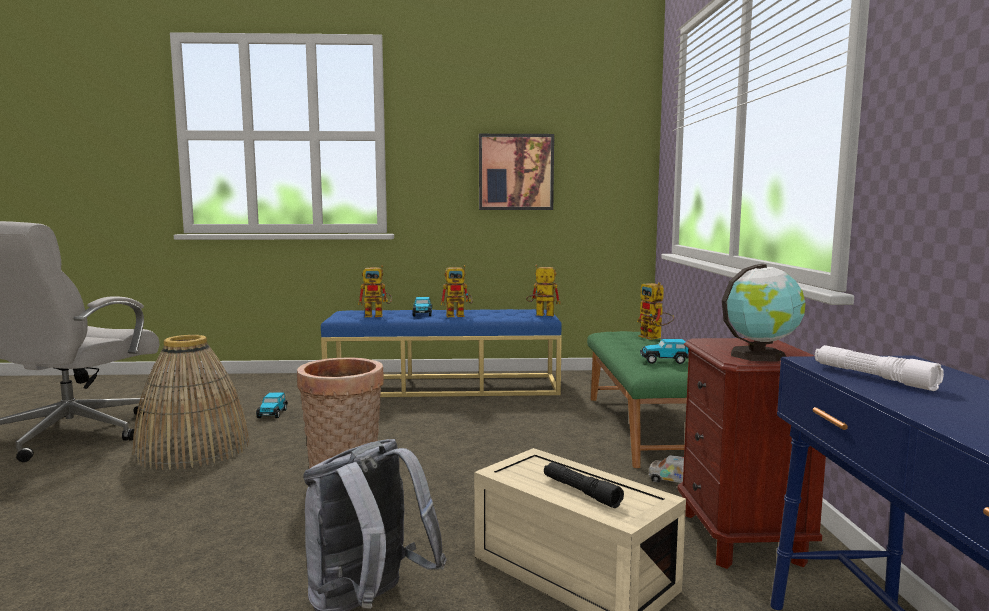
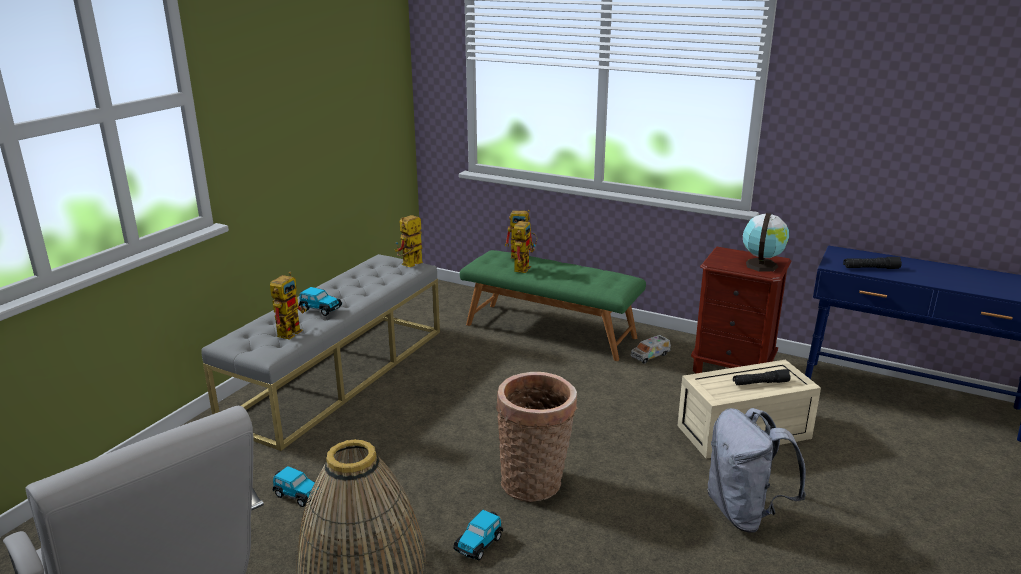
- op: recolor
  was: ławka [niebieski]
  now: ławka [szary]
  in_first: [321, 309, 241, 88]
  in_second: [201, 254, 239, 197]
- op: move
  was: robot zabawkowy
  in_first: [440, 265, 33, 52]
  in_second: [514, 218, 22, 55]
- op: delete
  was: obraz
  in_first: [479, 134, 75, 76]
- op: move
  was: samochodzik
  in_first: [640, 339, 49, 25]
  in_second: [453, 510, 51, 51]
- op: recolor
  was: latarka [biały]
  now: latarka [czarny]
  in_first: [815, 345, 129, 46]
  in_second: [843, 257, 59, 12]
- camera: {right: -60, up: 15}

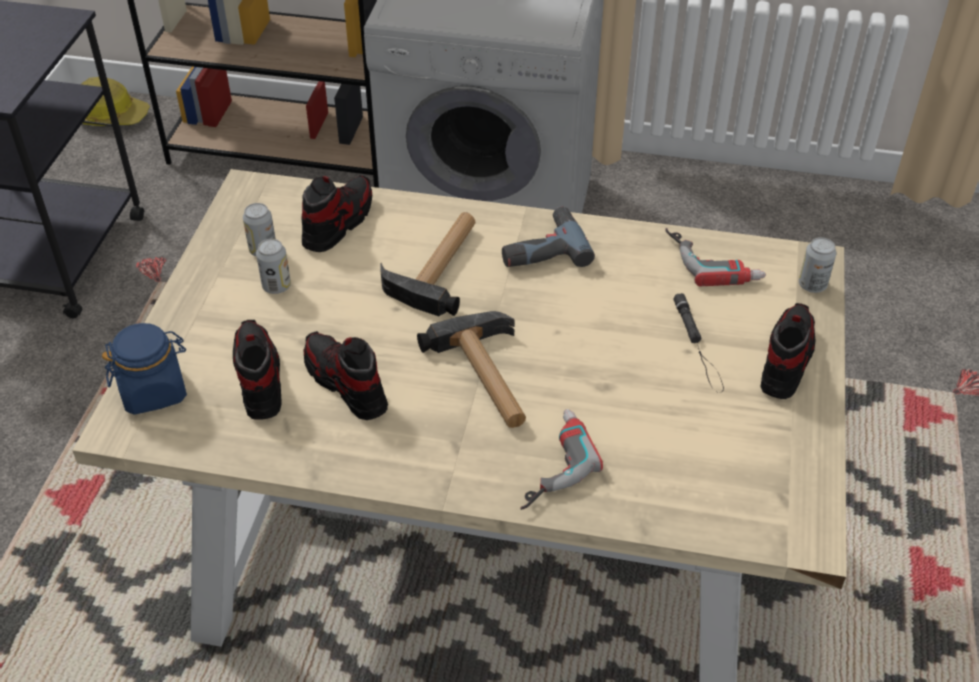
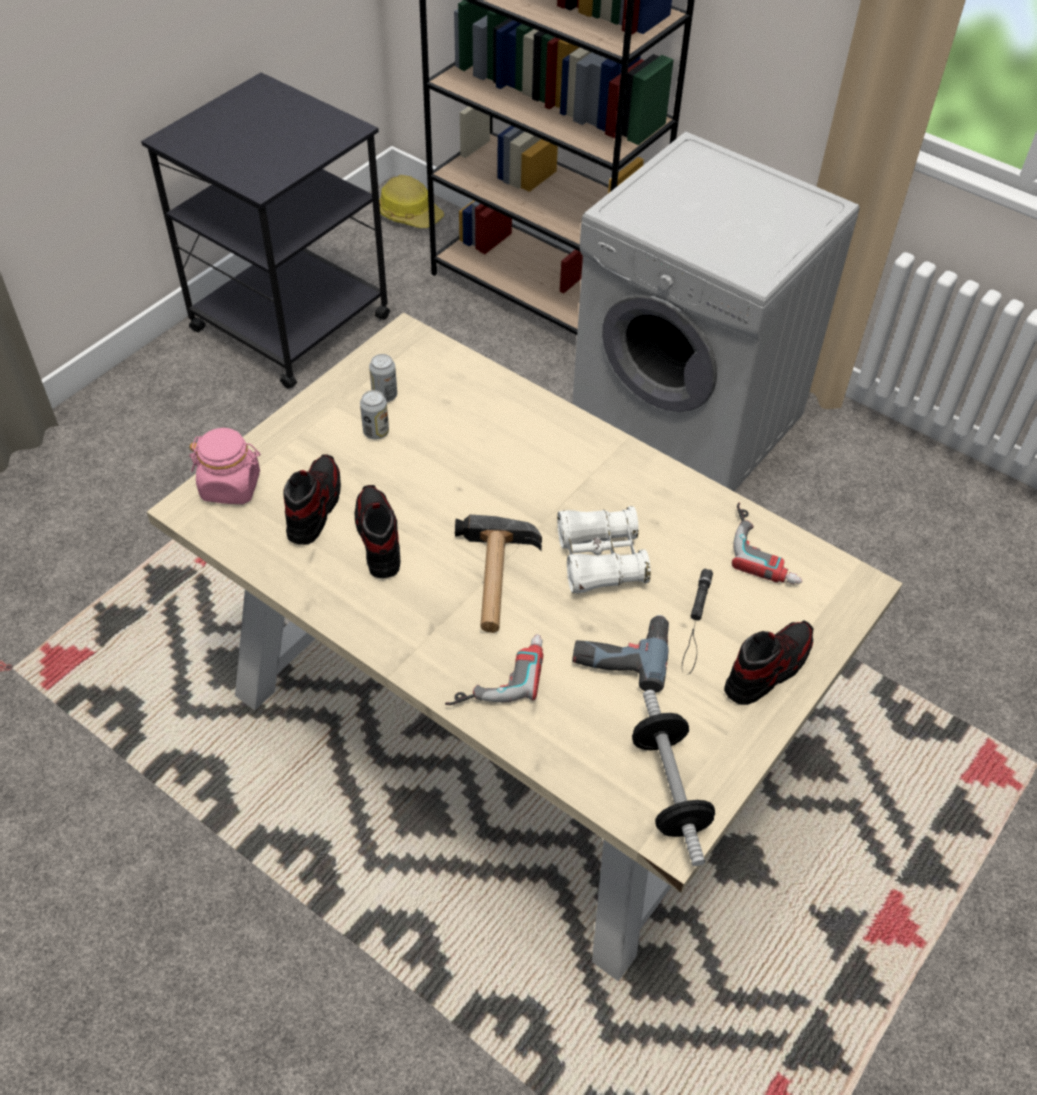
- op: recolor
  was: słoik [niebieski]
  now: słoik [różowy]
  in_first: [102, 323, 85, 92]
  in_second: [189, 428, 71, 76]
- op: delete
  was: but
  in_first: [301, 175, 71, 77]
- op: delete
  was: młotek
  in_first: [380, 212, 95, 104]
- op: move
  was: wiertarka
  in_first: [502, 206, 93, 61]
  in_second: [572, 615, 97, 78]
- op: delete
  was: puszka
  in_first: [799, 237, 37, 56]
- op: insert
  now: lornetka [biały]
  in_second: [557, 506, 94, 88]
- op: insert
  now: hantel
  in_second: [632, 690, 83, 176]
- camera: {right: 25, up: 5}

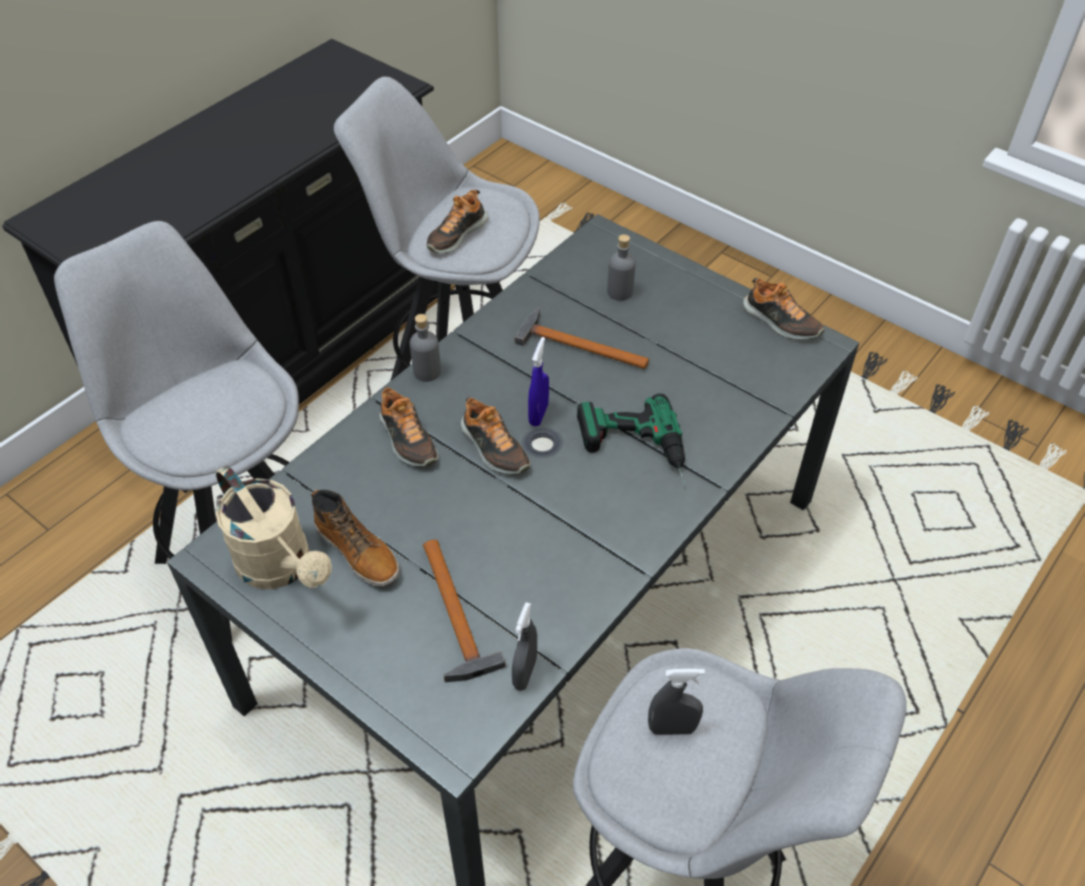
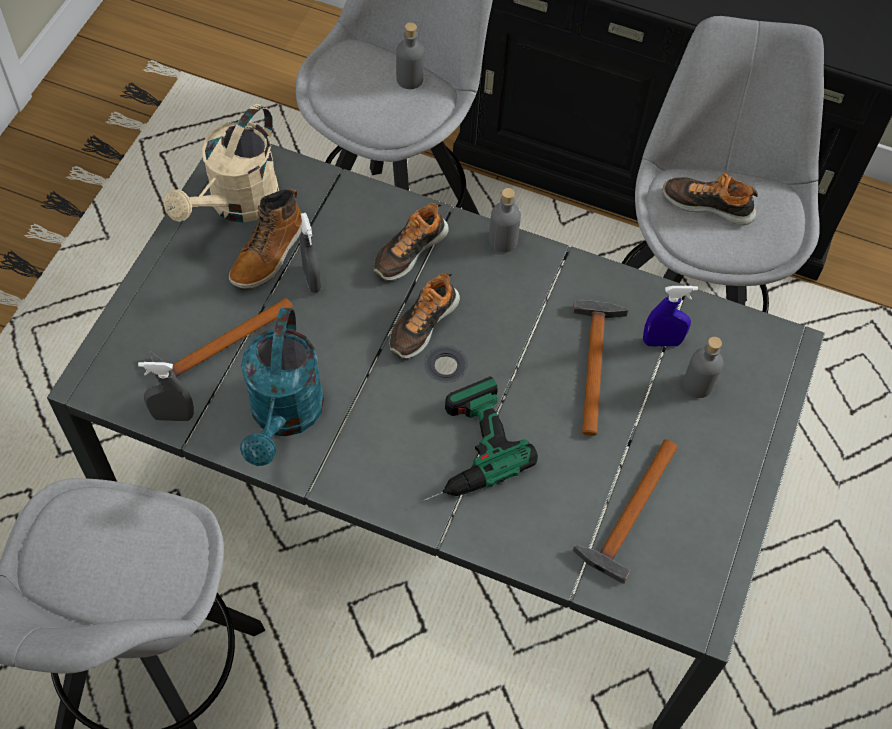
- op: move
  was: spryskiwacz [niebieski]
  in_first: [528, 337, 21, 89]
  in_second: [643, 286, 55, 61]
- op: move
  was: spryskiwacz [szary]
  in_first: [648, 669, 57, 66]
  in_second: [300, 213, 21, 80]
- op: delete
  was: but
  in_first: [743, 278, 82, 62]
- op: insert
  now: konewka [turkusowy]
  in_second: [240, 307, 84, 159]
- op: insert
  now: butelka [szary]
  in_second: [396, 22, 28, 67]
- op: insert
  now: młotek
  in_second: [573, 440, 105, 144]
- camera: {right: 70, up: 10}

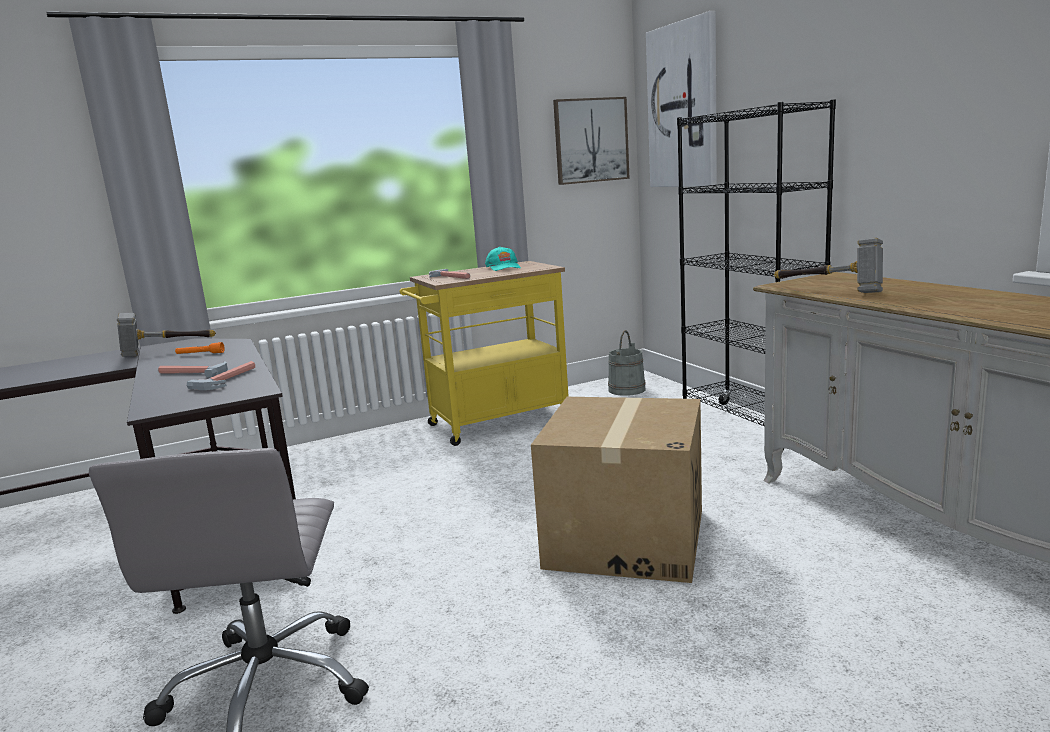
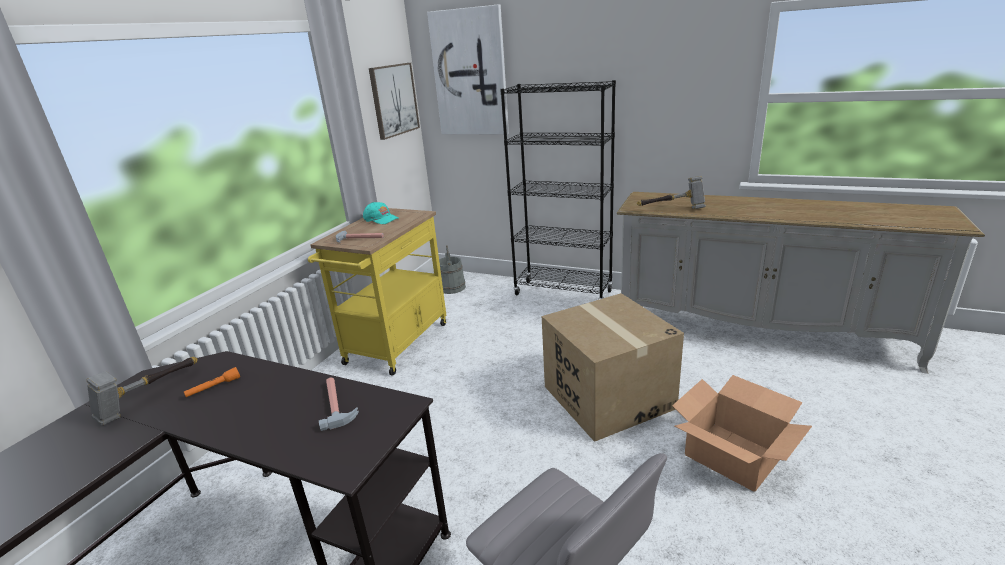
- op: delete
  was: młotek
  in_first: [158, 361, 70, 16]
- op: insert
  now: karton
  in_second: [672, 375, 140, 117]
- camera: {right: -40, up: 10}

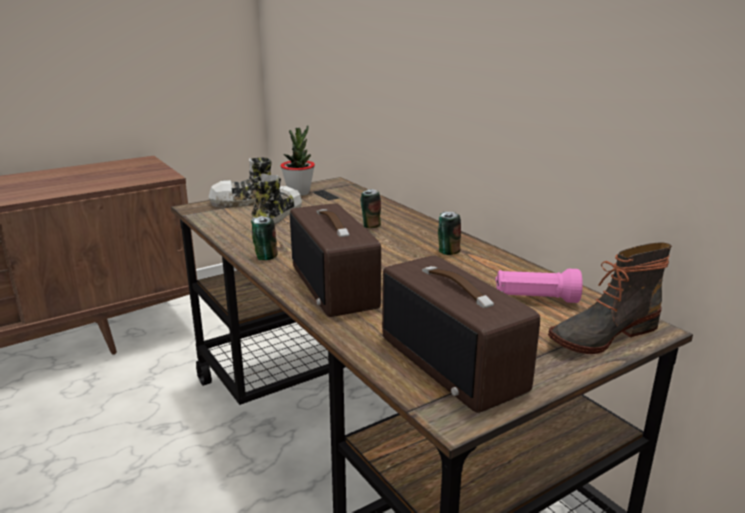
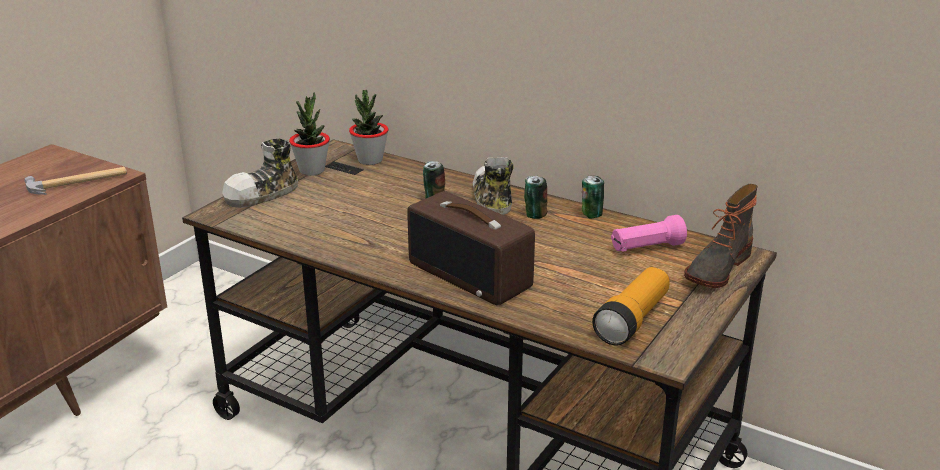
- op: move
  was: puszka
  in_first: [251, 216, 27, 44]
  in_second: [582, 176, 22, 42]
- op: move
  was: but
  in_first: [252, 174, 50, 50]
  in_second: [473, 157, 40, 58]
- op: replace
  was: radio
  now: latarka
  in_first: [382, 255, 158, 158]
  in_second: [592, 267, 78, 79]
- op: insert
  now: młotek
  in_second: [25, 167, 102, 28]
- op: insert
  now: roślina doniczkowa
  in_second: [349, 90, 39, 75]
- camera: {right: -25, up: 5}

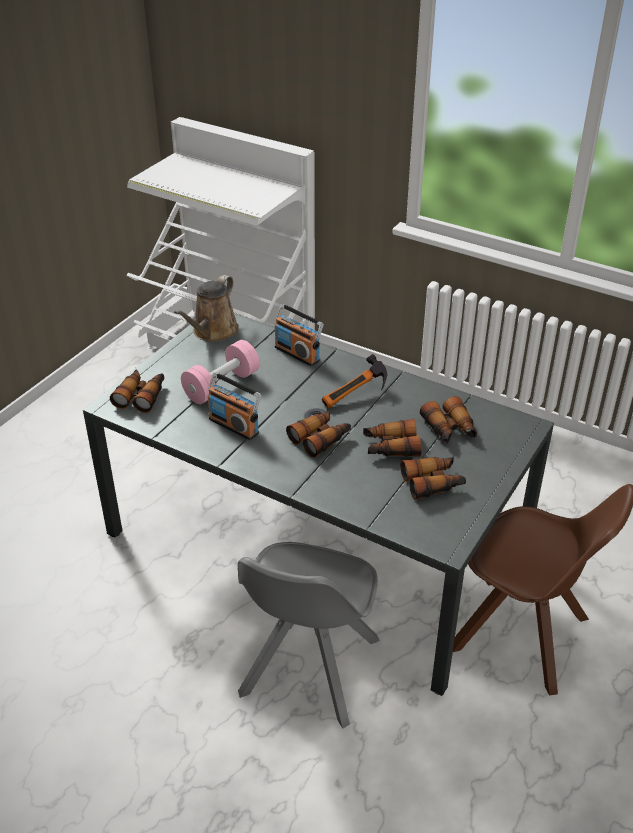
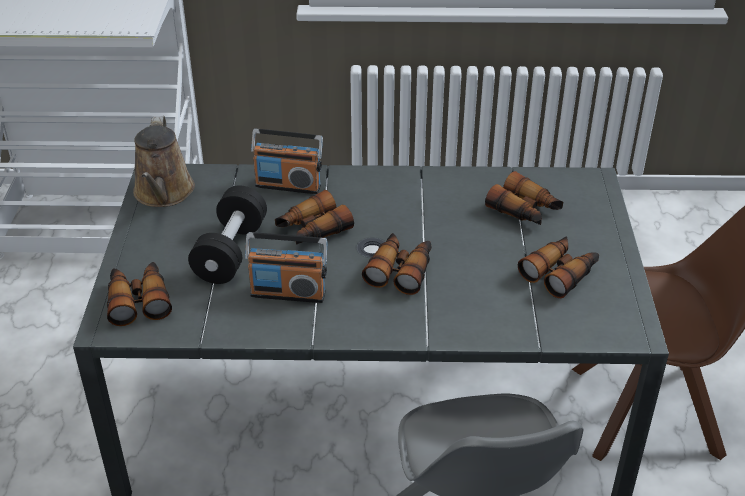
- op: recolor
  was: hantel [różowy]
  now: hantel [czarny]
  in_first: [181, 340, 79, 64]
  in_second: [188, 185, 79, 99]
- op: delete
  was: młotek
  in_first: [322, 354, 65, 54]
- op: move
  was: lornetka
  in_first: [363, 419, 58, 38]
  in_second: [275, 190, 79, 55]
- camera: {right: -30, up: 0}

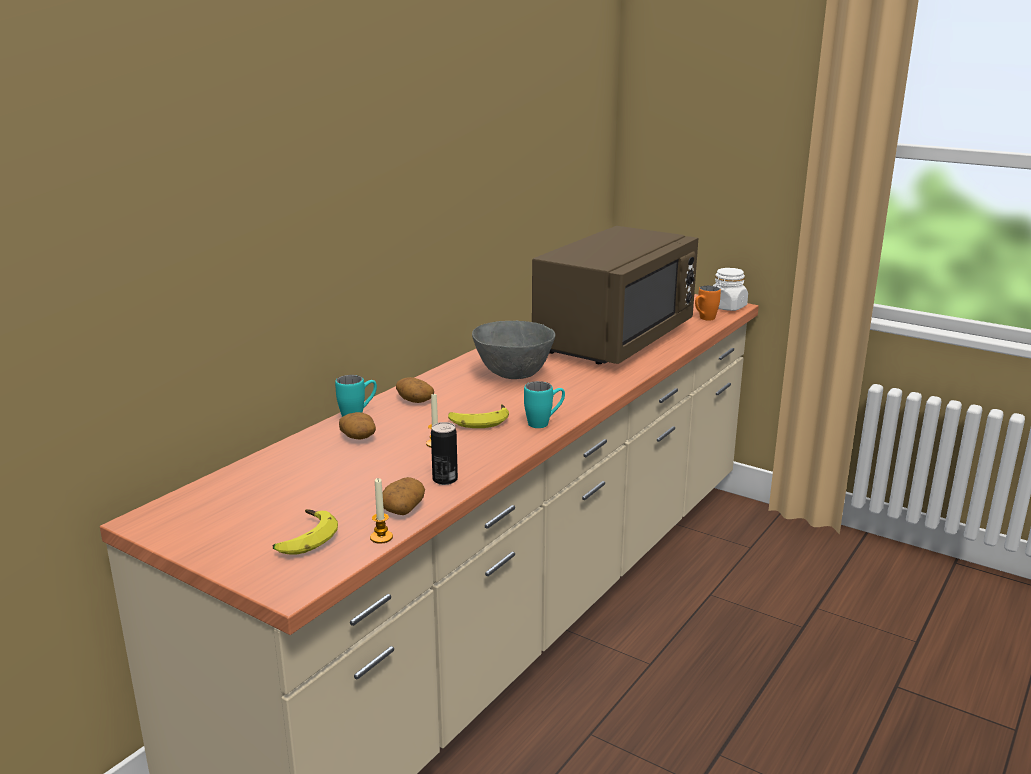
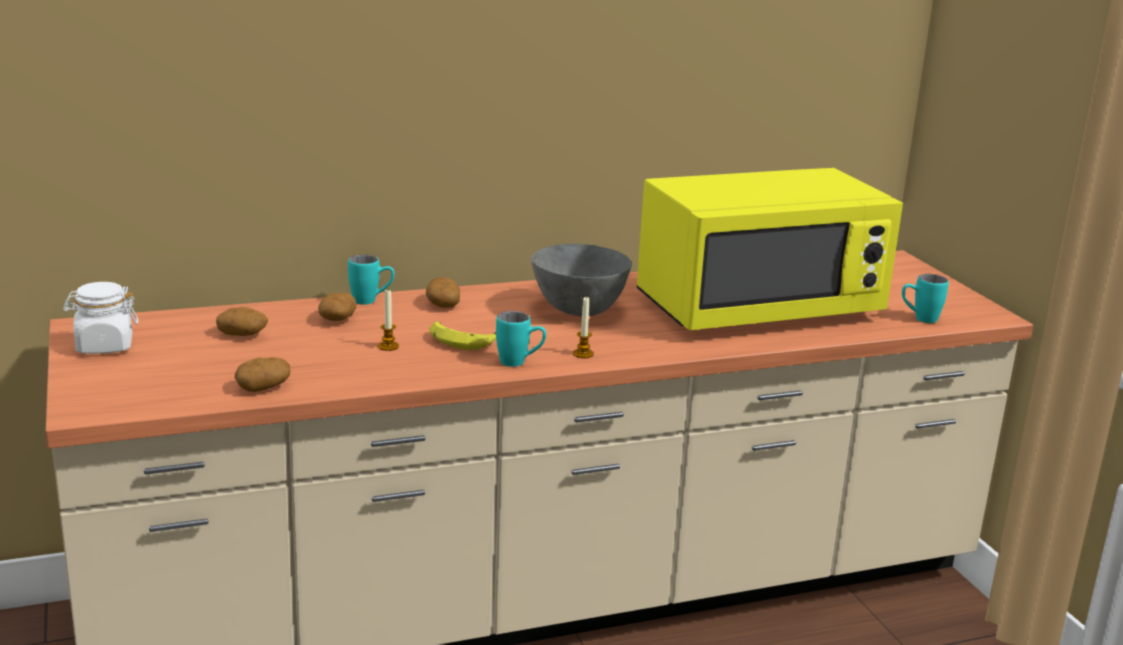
- op: delete
  was: banan
  in_first: [273, 509, 65, 46]
- op: move
  was: świeca
  in_first: [370, 478, 23, 66]
  in_second: [573, 296, 21, 62]
- op: delete
  was: puszka
  in_first: [431, 422, 27, 63]
- op: recolor
  was: mikrofalówka [brązowy]
  now: mikrofalówka [żółty]
  in_first: [532, 226, 166, 138]
  in_second: [637, 168, 266, 162]
- op: recolor
  was: kubek [pomarańczowy]
  now: kubek [turkusowy]
  in_first: [695, 286, 26, 34]
  in_second: [902, 274, 47, 49]
- op: move
  was: słoik [biały]
  in_first: [713, 268, 35, 43]
  in_second: [63, 282, 75, 72]
- op: insert
  now: ziemniak
  in_second: [216, 307, 52, 29]
- camera: {right: 35, up: 0}

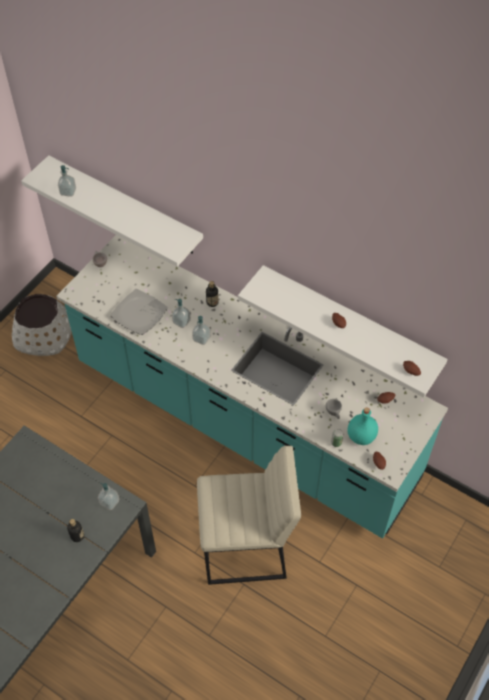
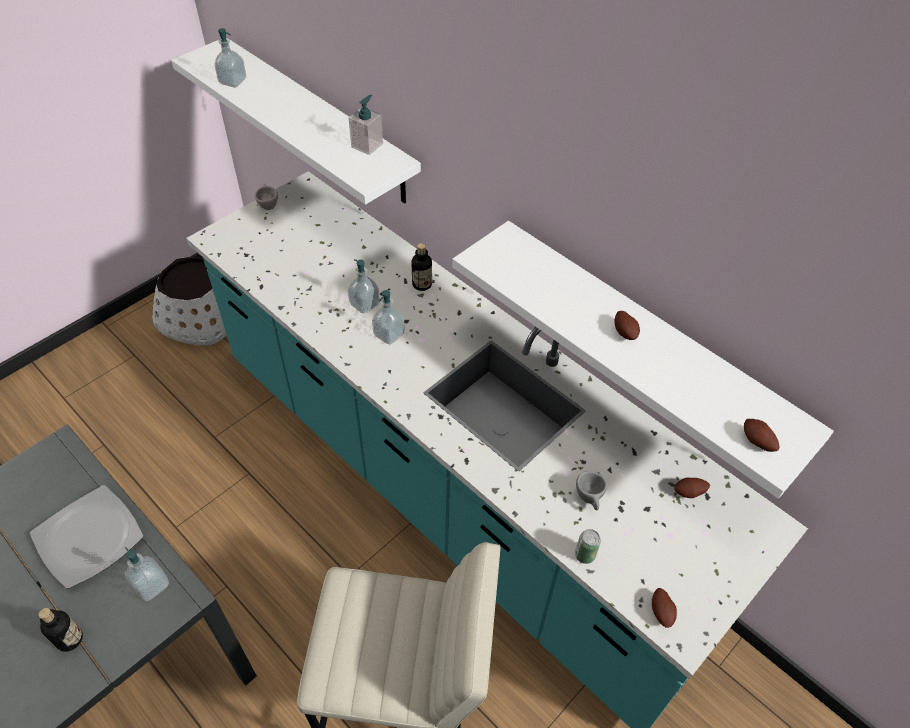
- op: move
  was: talerz
  in_first: [110, 289, 58, 46]
  in_second: [30, 485, 113, 104]
- op: delete
  was: butelka [turkusowy]
  in_first: [348, 407, 30, 38]
- op: insert
  now: dozownik mydła
  in_second: [349, 95, 34, 60]
- camera: {right: 10, up: -5}

